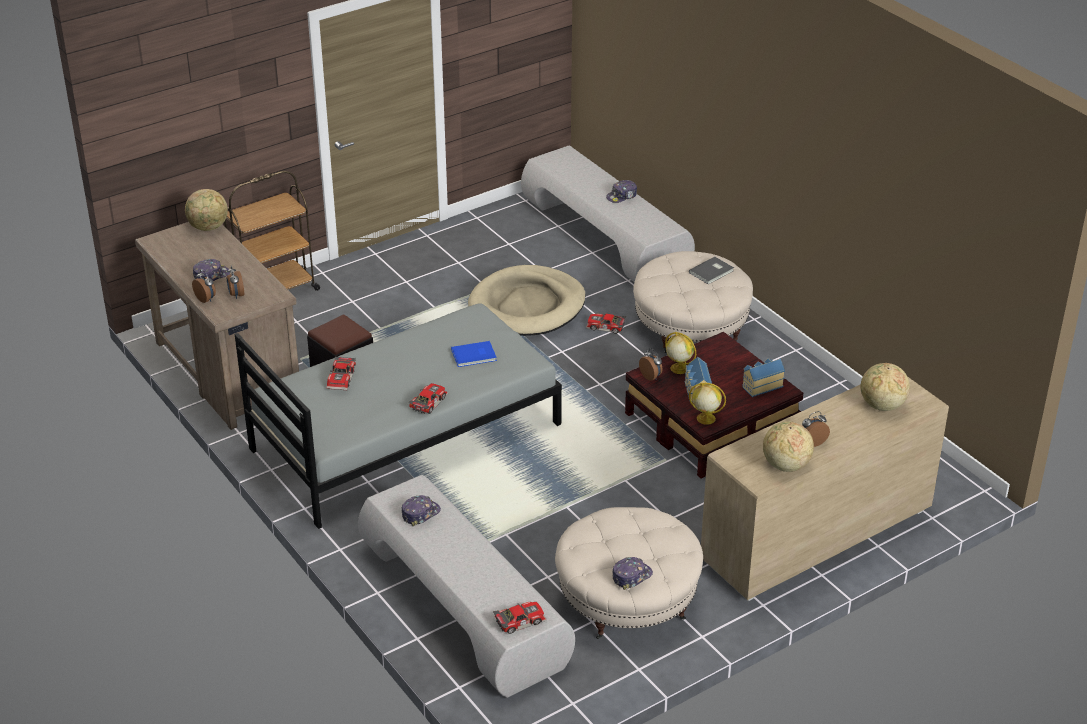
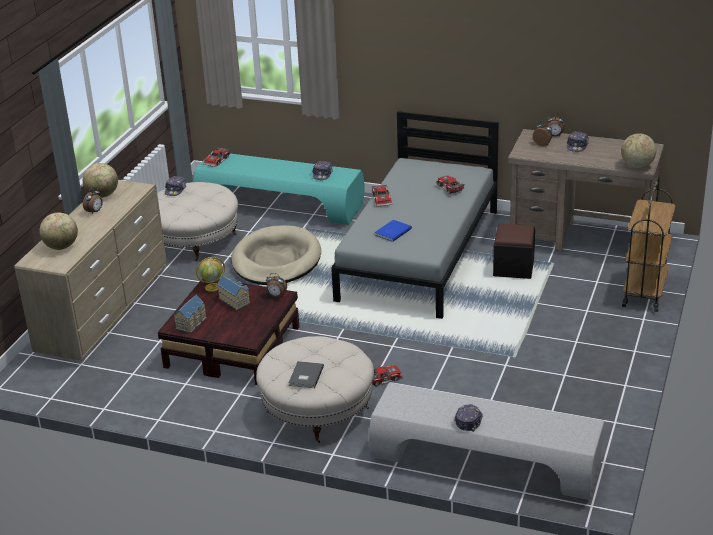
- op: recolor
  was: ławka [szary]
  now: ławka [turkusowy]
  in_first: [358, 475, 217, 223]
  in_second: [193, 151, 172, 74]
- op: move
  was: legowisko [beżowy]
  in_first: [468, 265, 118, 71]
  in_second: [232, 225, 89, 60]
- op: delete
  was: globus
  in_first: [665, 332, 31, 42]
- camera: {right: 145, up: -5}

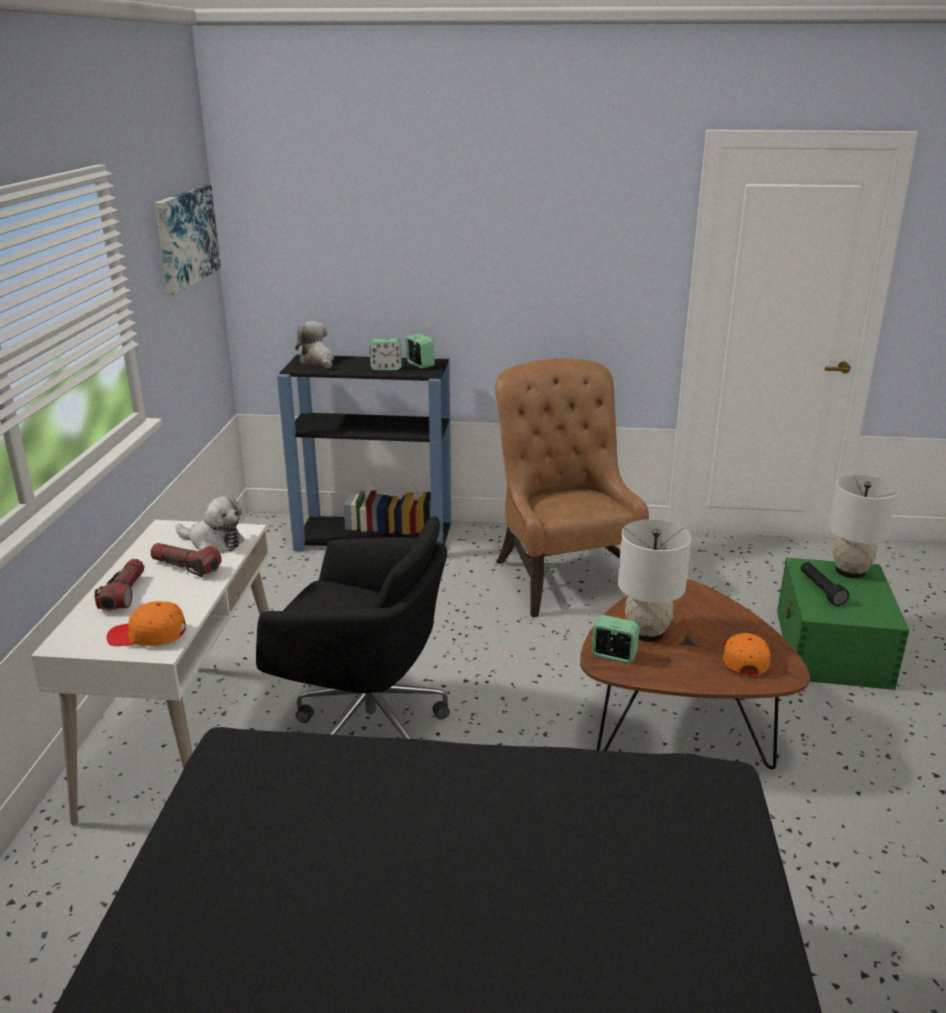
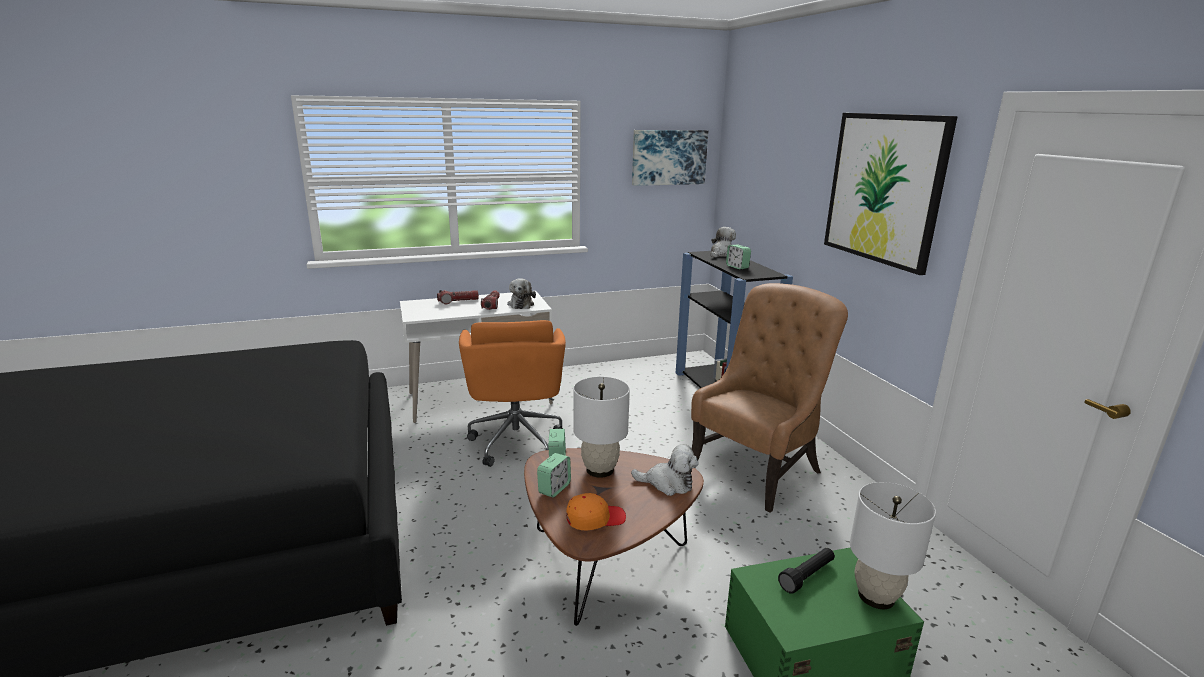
- op: delete
  was: czapka z daszkiem [pomarańczowy]
  in_first: [107, 601, 79, 45]
- op: recolor
  was: krzesło biurowe [czarny]
  now: krzesło biurowe [pomarańczowy]
  in_first: [256, 516, 194, 223]
  in_second: [459, 320, 107, 147]
- op: move
  was: budzik
  in_first: [406, 334, 29, 35]
  in_second: [537, 453, 34, 45]
- op: insert
  now: pluszak
  in_second: [631, 444, 68, 52]
- op: insert
  now: obraz
  in_second: [824, 113, 134, 162]
- camera: {right: 65, up: -5}

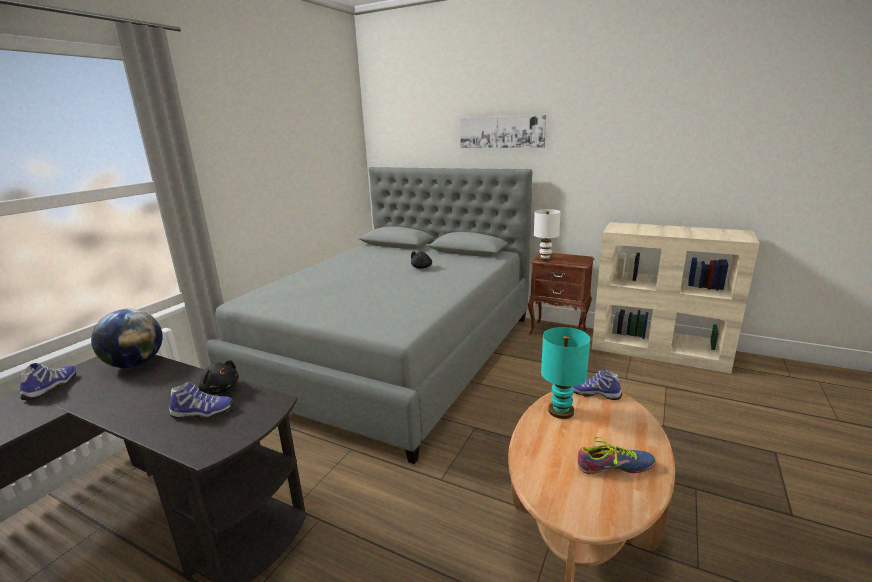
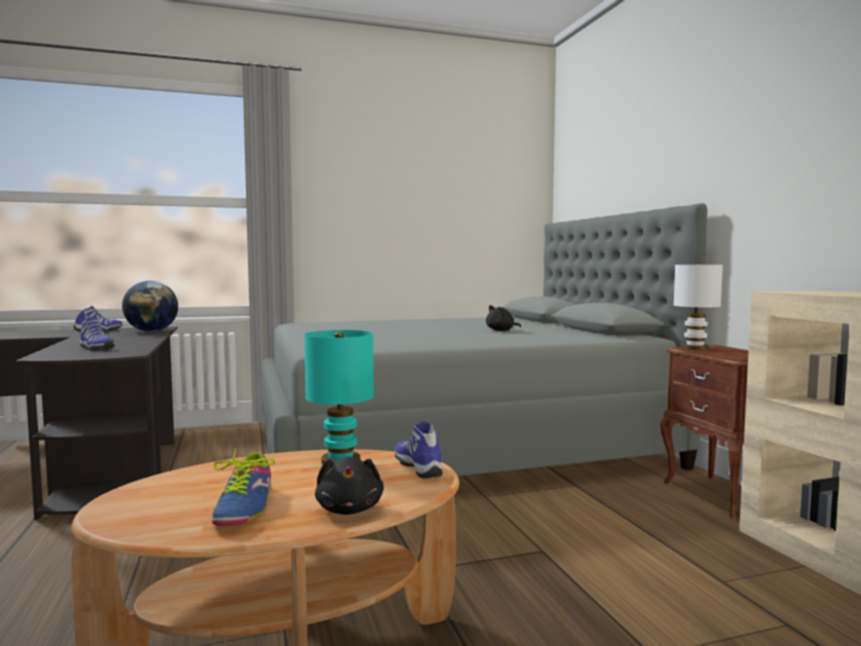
- op: move
  was: pluszak [czarny]
  in_first: [198, 360, 41, 34]
  in_second: [315, 457, 69, 58]
- op: delete
  was: obraz
  in_first: [460, 115, 86, 33]
- op: rotate
  was: but
  in_first: [577, 437, 79, 37]
  in_second: [212, 448, 63, 78]
  clockwise: 45
- camera: {right: 45, up: -15}

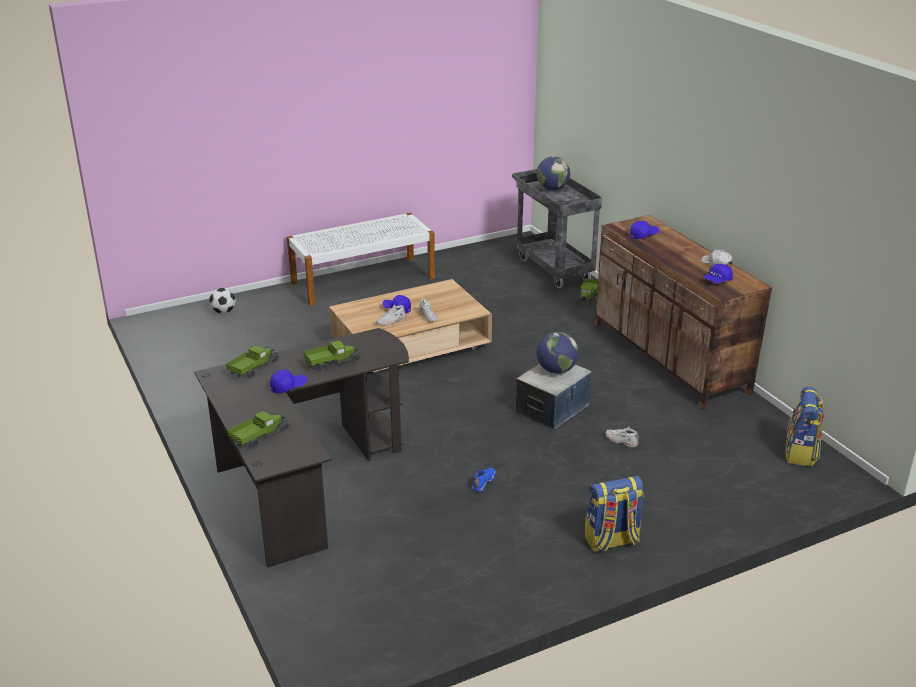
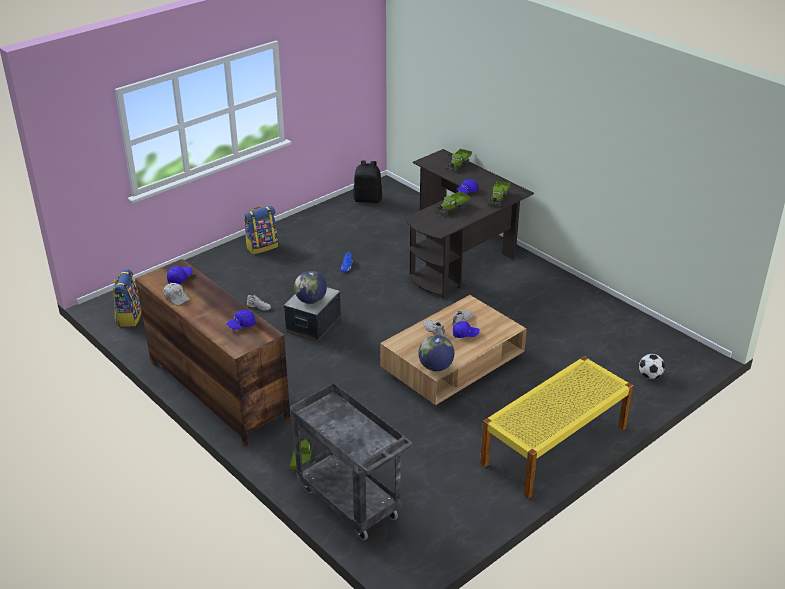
- op: recolor
  was: ławka [biały]
  now: ławka [żółty]
  in_first: [287, 212, 148, 94]
  in_second: [480, 356, 153, 143]
- op: move
  was: globus
  in_first: [537, 156, 33, 34]
  in_second: [418, 335, 37, 36]
- op: insert
  now: plecak [czarny]
  in_second: [353, 160, 29, 43]
- camera: {right: 165, up: 5}

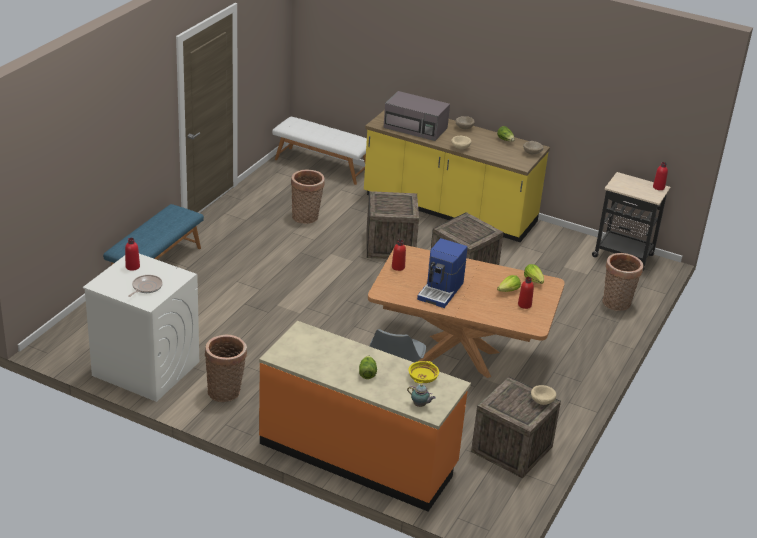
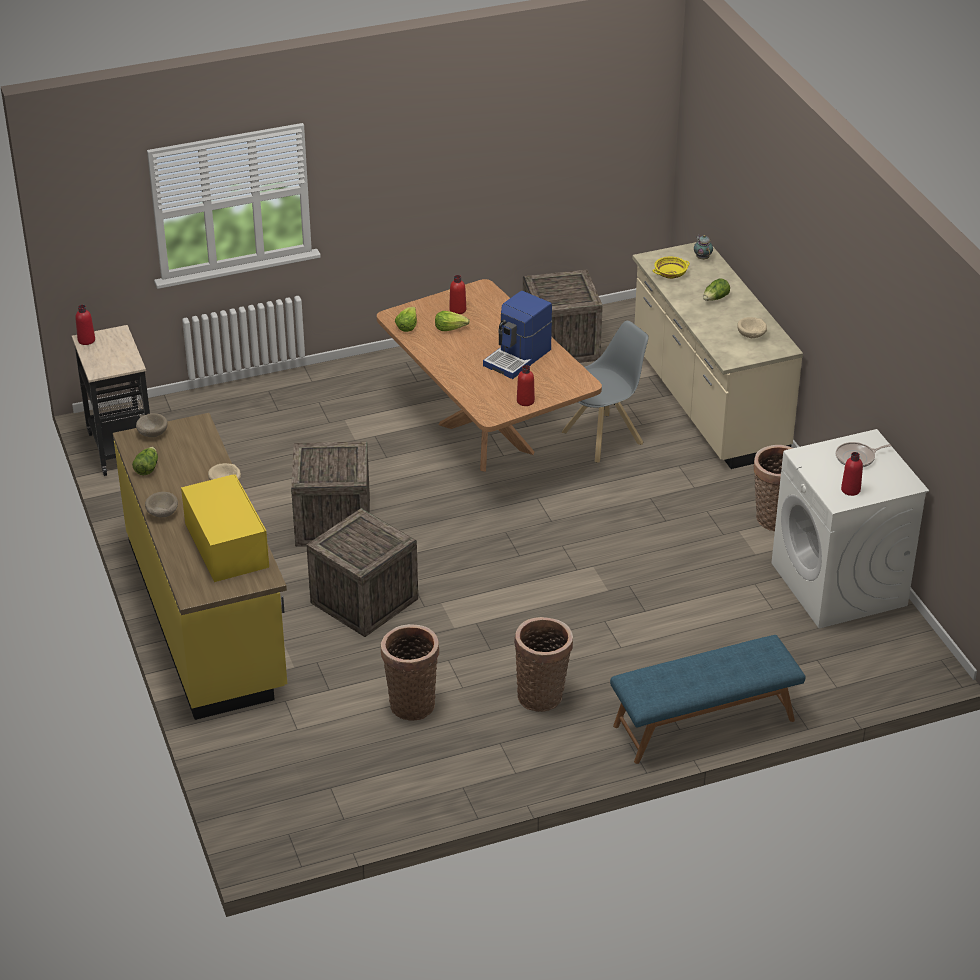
- op: recolor
  was: zabudowa kuchenna [pomarańczowy]
  now: zabudowa kuchenna [beżowy]
  in_first: [259, 321, 212, 190]
  in_second: [633, 242, 170, 227]
- op: delete
  was: ławka [biały]
  in_first: [272, 117, 95, 68]
- op: recolor
  was: mikrofalówka [szary]
  now: mikrofalówka [żółty]
  in_first: [383, 91, 67, 50]
  in_second: [181, 474, 88, 108]
- op: rotate
  was: ekspres do kawy
  in_first: [417, 238, 50, 70]
  in_second: [483, 291, 69, 88]
  clockwise: 150
- op: move
  was: miska [beżowy]
  in_first: [531, 385, 25, 20]
  in_second: [737, 317, 30, 21]
- op: move
  was: koszyk
  in_first: [602, 253, 41, 58]
  in_second: [514, 617, 59, 95]
- camera: {right: -135, up: 5}

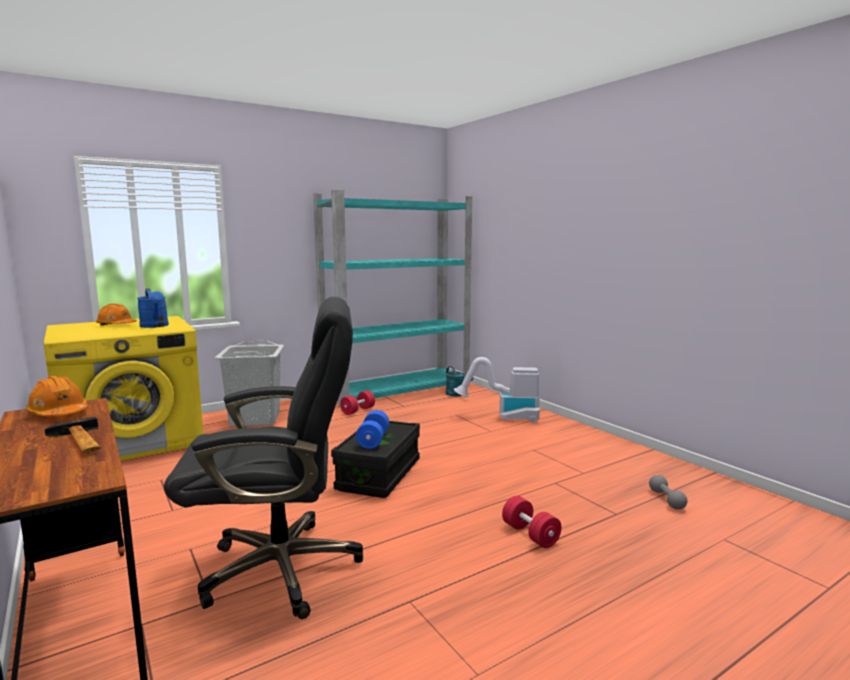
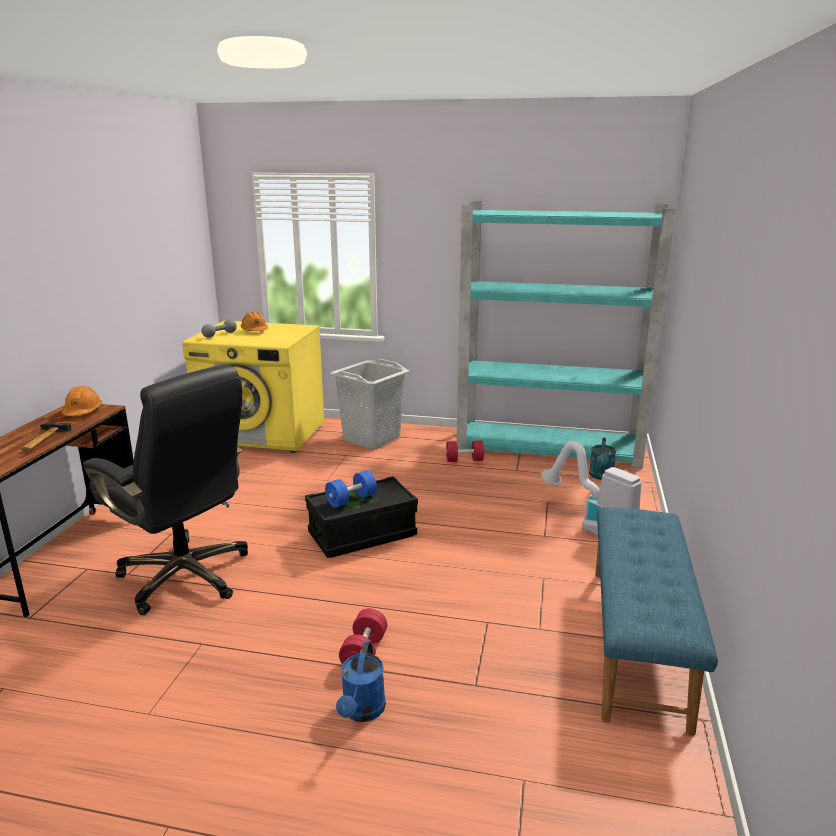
- op: move
  was: konewka [niebieski]
  in_first: [137, 288, 32, 40]
  in_second: [336, 641, 50, 81]
- op: move
  was: hantel [szary]
  in_first: [649, 475, 38, 35]
  in_second: [201, 320, 36, 18]
- op: insert
  now: ławka [niebieski]
  in_second: [595, 507, 123, 229]
- camera: {right: 45, up: 10}

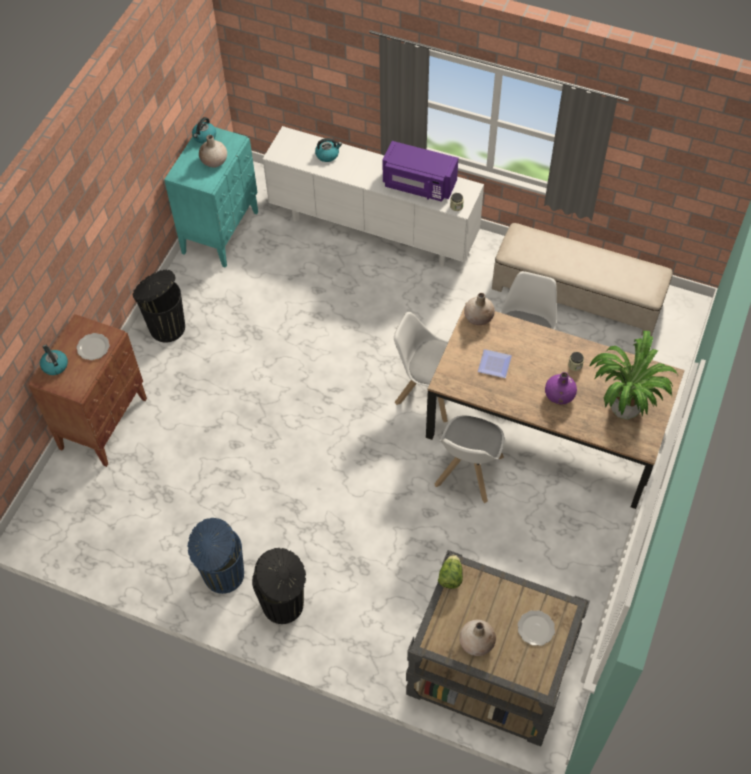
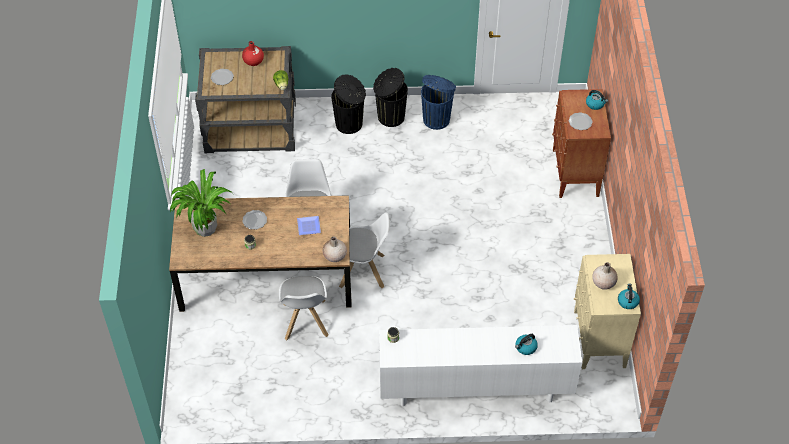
- op: move
  was: kosz na śmieci [czarny]
  in_first: [133, 270, 52, 73]
  in_second: [331, 74, 35, 60]
- op: recolor
  was: komoda [turkusowy]
  now: komoda [beżowy]
  in_first: [164, 127, 94, 141]
  in_second: [574, 254, 67, 115]
- op: delete
  was: mikrofalówka [fioletowy]
  in_first: [382, 141, 76, 61]
- op: recolor
  was: wazon [beżowy]
  now: wazon [czerwony]
  in_first: [459, 620, 37, 36]
  in_second: [242, 41, 22, 25]
- op: delete
  was: ławka [beżowy]
  in_first: [492, 223, 181, 113]
- op: replace
  was: wazon [fioletowy]
  now: talerz
  in_first: [545, 372, 32, 33]
  in_second: [242, 210, 25, 20]
- camera: {right: 155, up: -5}

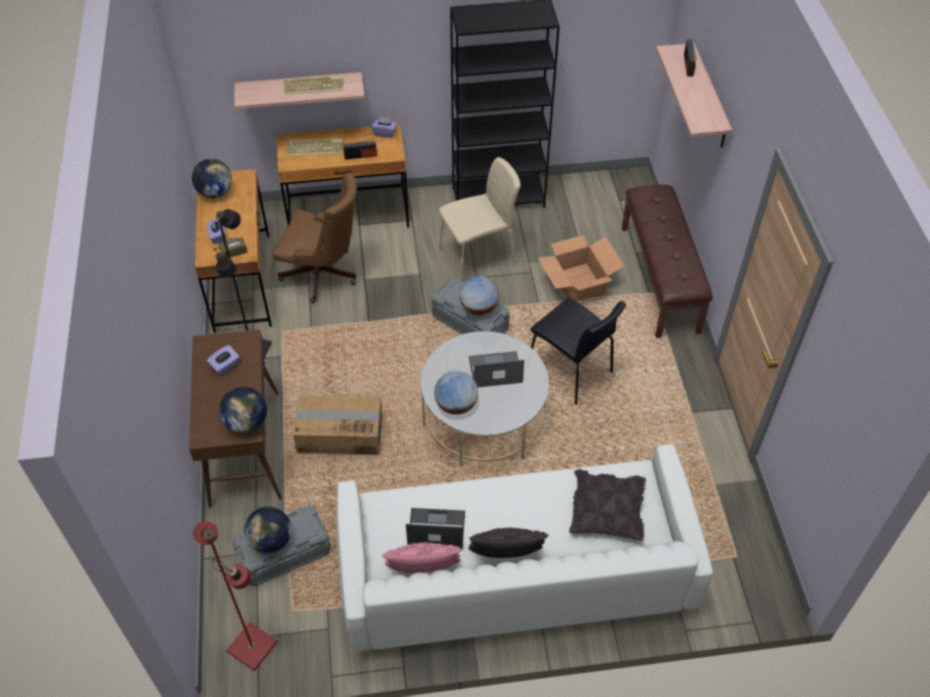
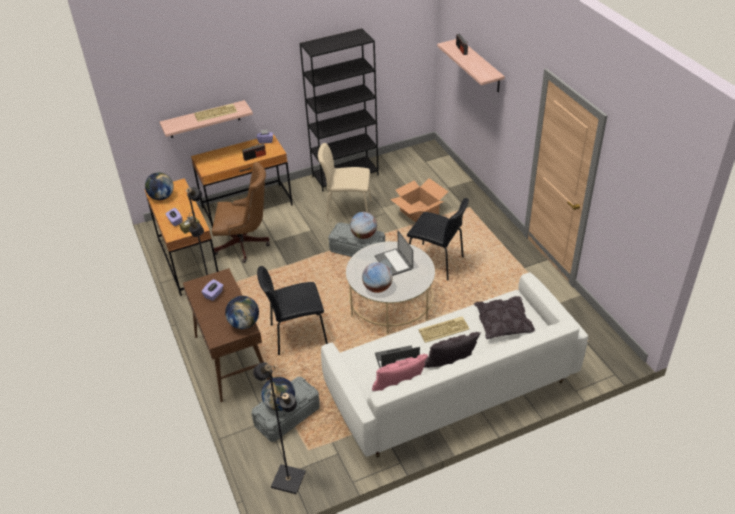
- op: recolor
  was: lampa stojąca [czerwony]
  now: lampa stojąca [czarny]
  in_first: [193, 521, 85, 150]
  in_second: [253, 362, 53, 132]
- op: move
  was: klawiatura
  in_first: [286, 138, 57, 18]
  in_second: [418, 317, 51, 26]
- op: replace
  was: karton
  now: krzesło [czarny]
  in_first: [293, 395, 89, 60]
  in_second: [257, 266, 71, 89]
- op: rotate
  was: krzesło [beżowy]
  in_first: [438, 157, 83, 124]
  in_second: [318, 143, 54, 80]
  clockwise: -135
- op: rotate
  was: laptop
  in_first: [469, 351, 55, 36]
  in_second: [375, 230, 38, 46]
  clockwise: -90
- op: delete
  was: ławka [brązowy]
  in_first: [622, 185, 91, 153]
- camera: {right: -15, up: -10}

